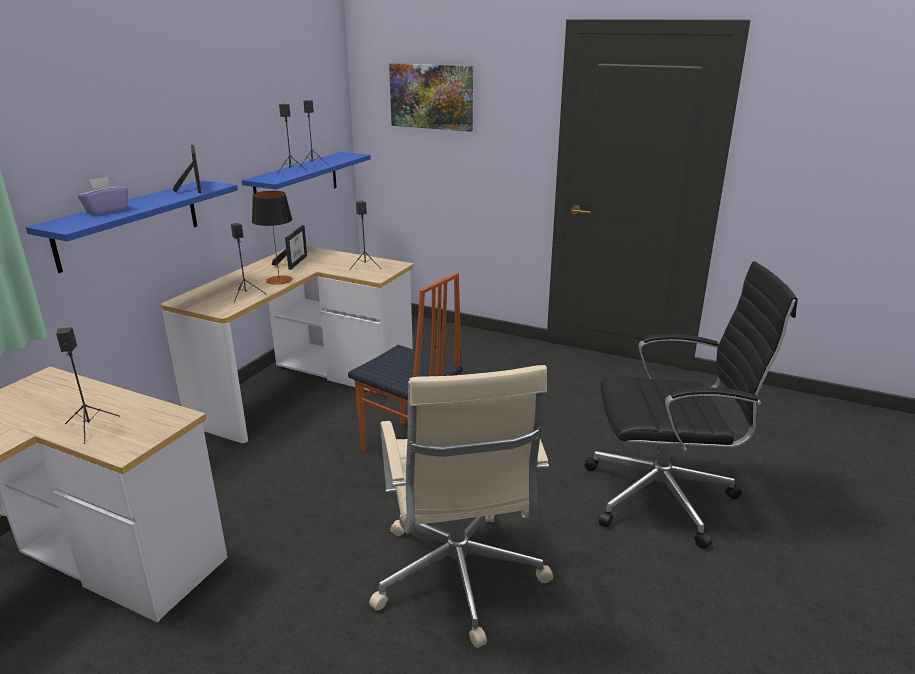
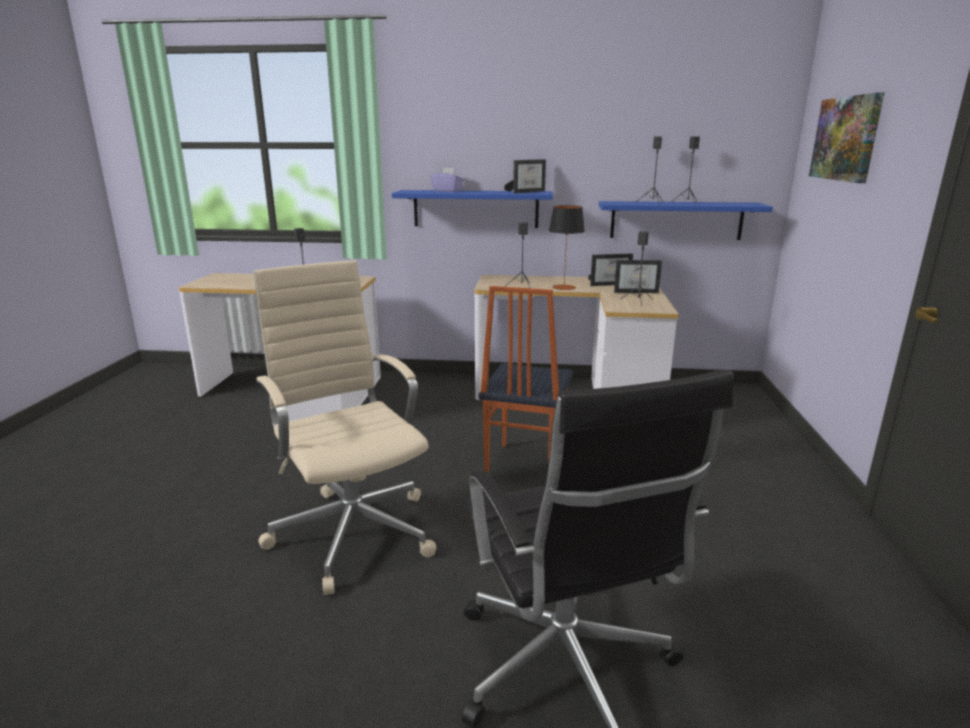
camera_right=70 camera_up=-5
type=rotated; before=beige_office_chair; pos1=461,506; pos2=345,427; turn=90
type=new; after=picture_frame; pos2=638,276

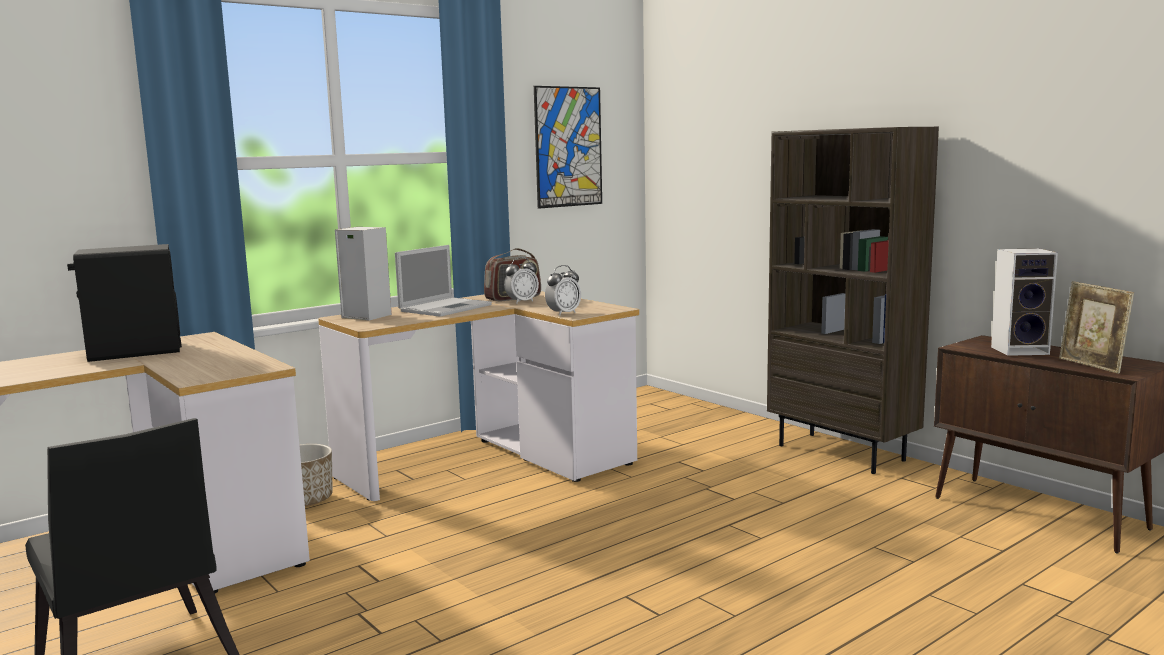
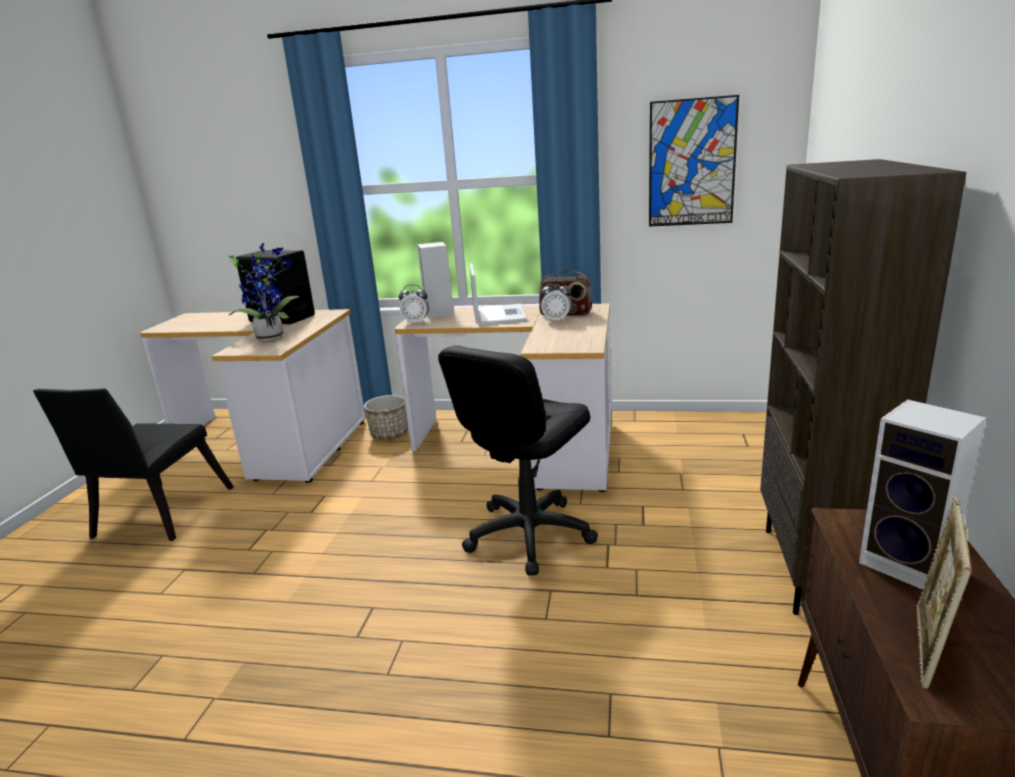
camera_right=50 camera_up=10
type=rotated; before=laptop; pos1=443,281; pos2=498,294; turn=-90
type=shifted; before=alarm_clock; pos1=563,290; pos2=414,304
type=new; after=potted_plant; pos2=263,292
type=new; after=black_office_chair; pos2=518,460

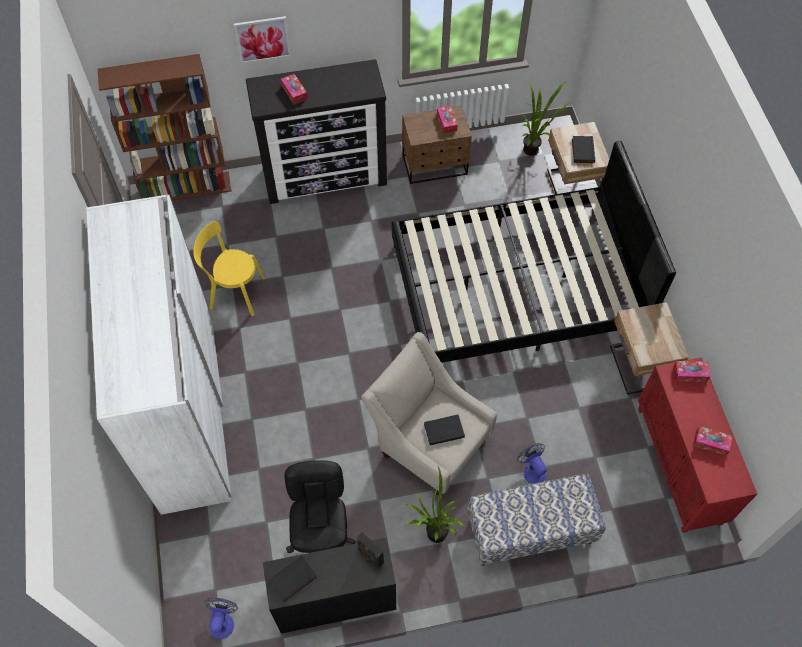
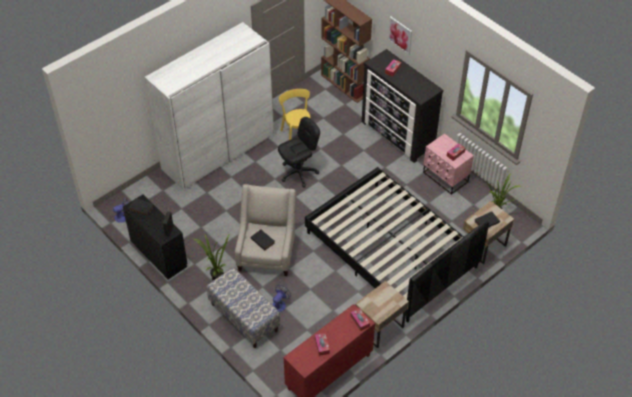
camera_right=60 camera_up=-10
type=repainted; before=brown_nightstand; after=pink_nightstand; pos1=437,145; pos2=448,164
type=shifted; before=black_office_chair; pos1=321,506; pos2=299,152

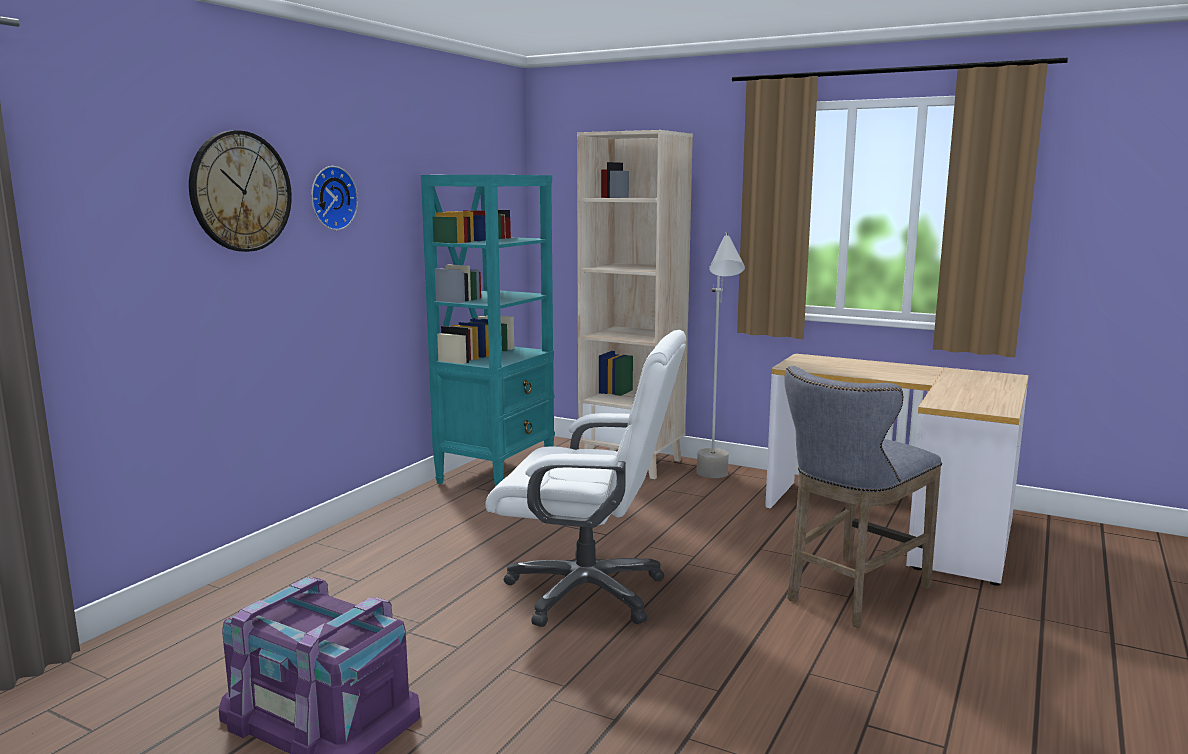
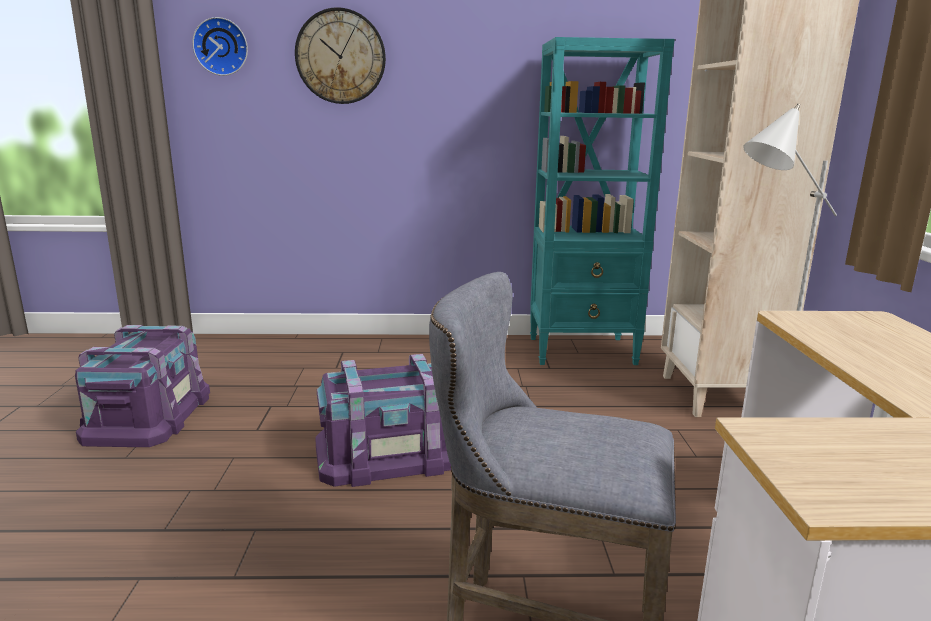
camera_right=60 camera_up=5
type=shifted; before=wall_clock; pos1=334,198; pos2=220,46
type=swapped; before=white_office_chair; after=purple_storage_box; pos1=586,478; pos2=383,420

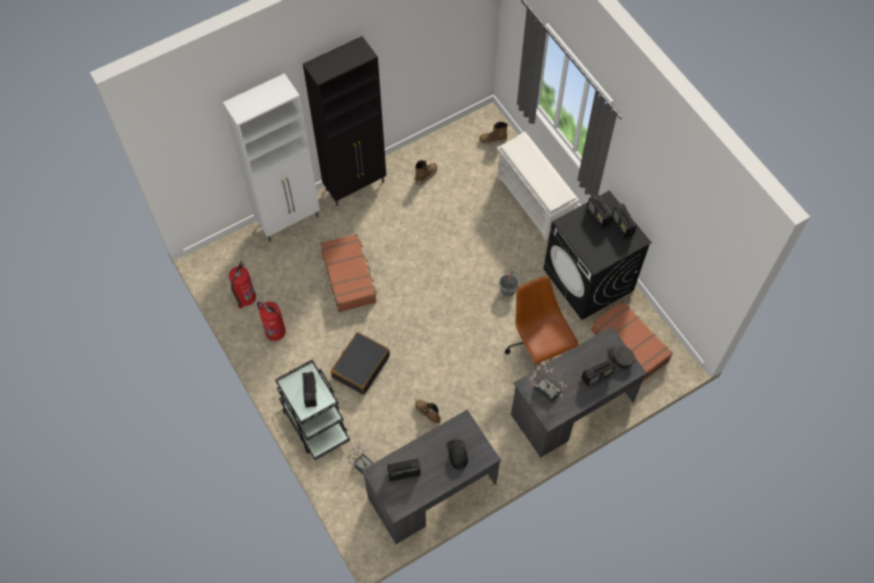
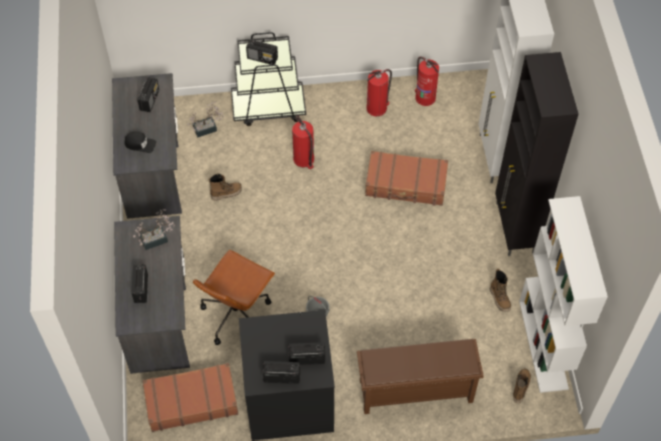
camera_right=115 camera_up=-5
type=repainted; before=white_shoe_rack; after=brown_shoe_rack; pos1=538,186; pos2=420,376
type=rotated; before=brown_office_chair; pos1=542,323; pos2=234,297; turn=120
type=swapped; before=black_suitcase; after=fire_extinguisher; pos1=360,363; pos2=303,141
type=gone; before=grey_cap; pos1=621,357
type=new; after=white_bookcase; pos2=563,294

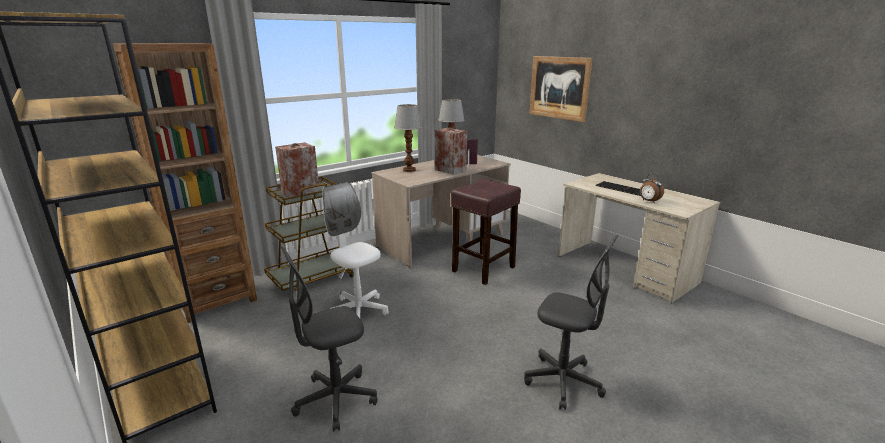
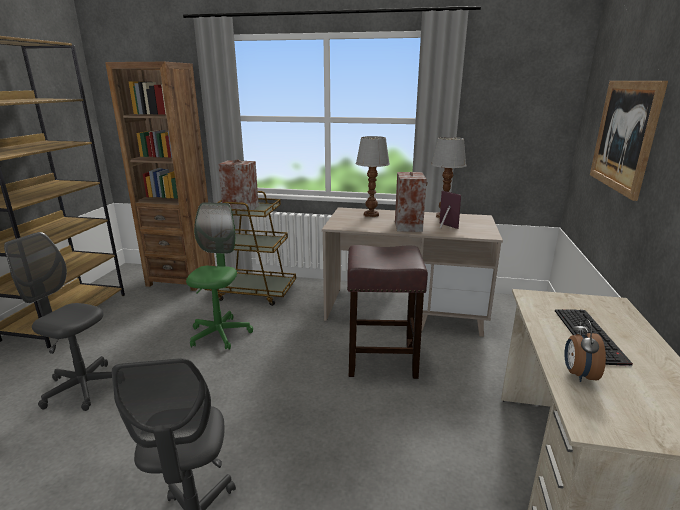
camera_right=50 camera_up=0
type=repainted; before=white_office_chair; after=green_office_chair; pos1=355,250; pos2=219,276

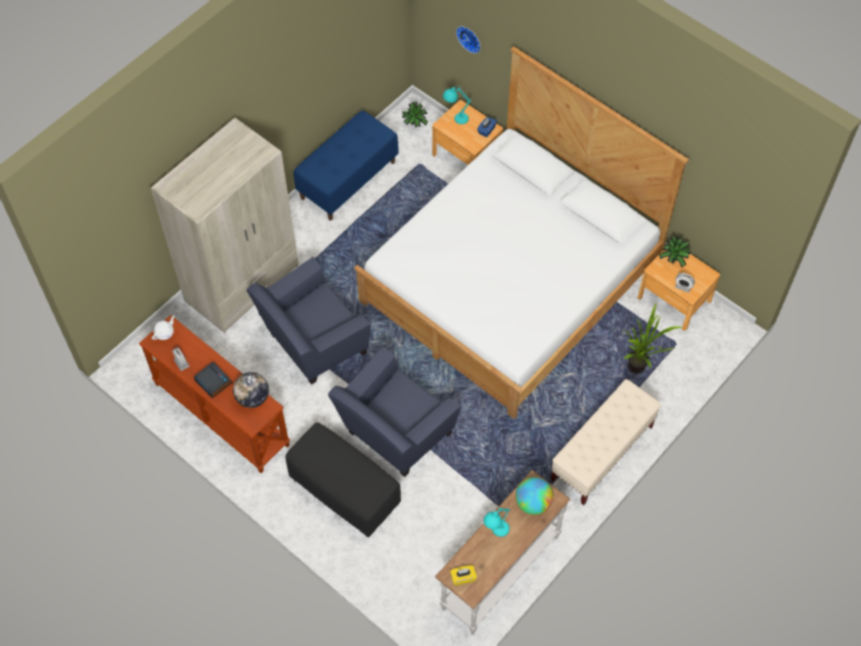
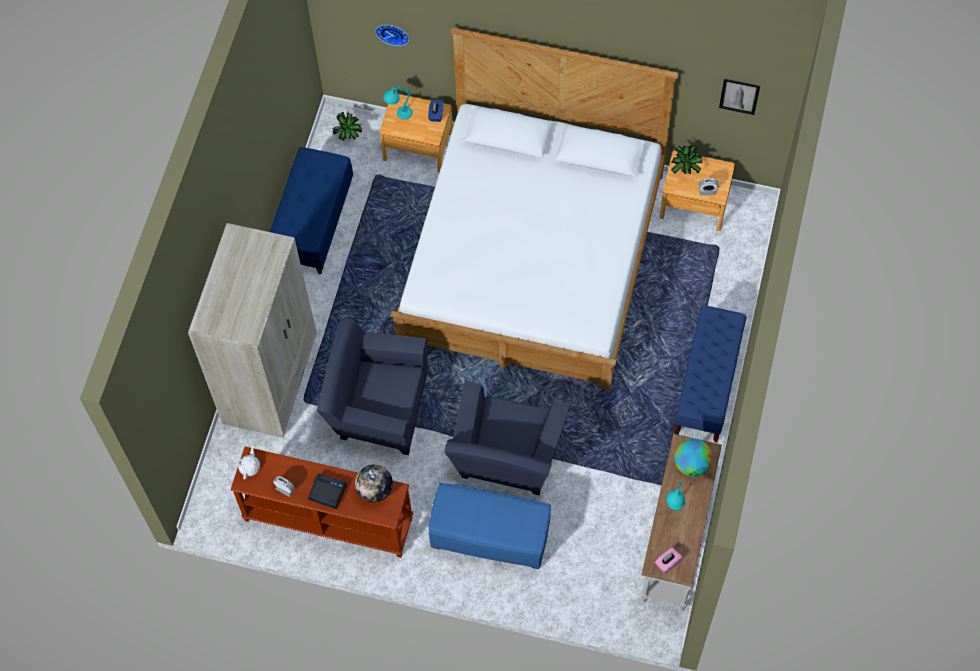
camera_right=-25 camera_up=5
type=rotated; before=blue_armchair; pos1=309,321; pos2=372,386; turn=75
type=gone; before=potted_plant; pos1=653,338
type=repainted; before=beige_bench; after=blue_bench; pos1=606,442; pos2=711,374
type=repainted; before=black_ottoman; after=blue_ottoman; pos1=343,480; pos2=489,526
type=repainted; before=yellow_tissue_box; after=pink_tissue_box; pos1=463,575; pos2=669,560
type=new; after=picture; pos2=739,97

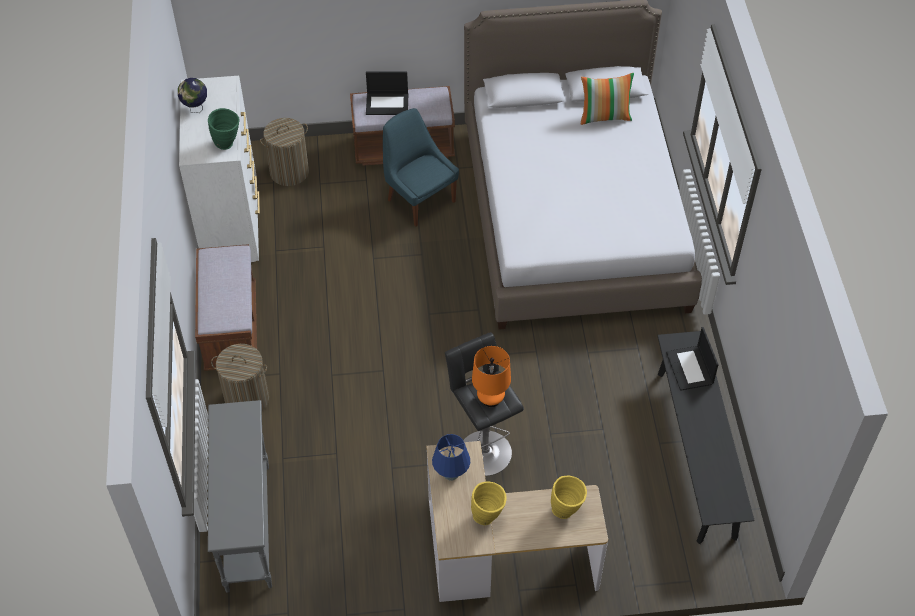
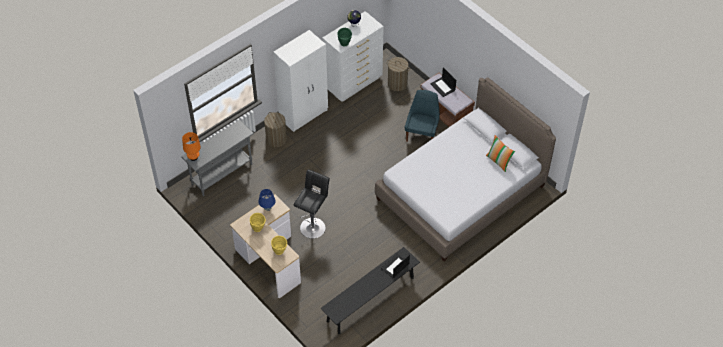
camera_right=55 camera_up=0
type=swapped; before=brown_bench; after=white_wardrobe; pos1=226,307; pos2=300,81
type=shifted; before=orange_table_lamp; pos1=491,376; pos2=191,146

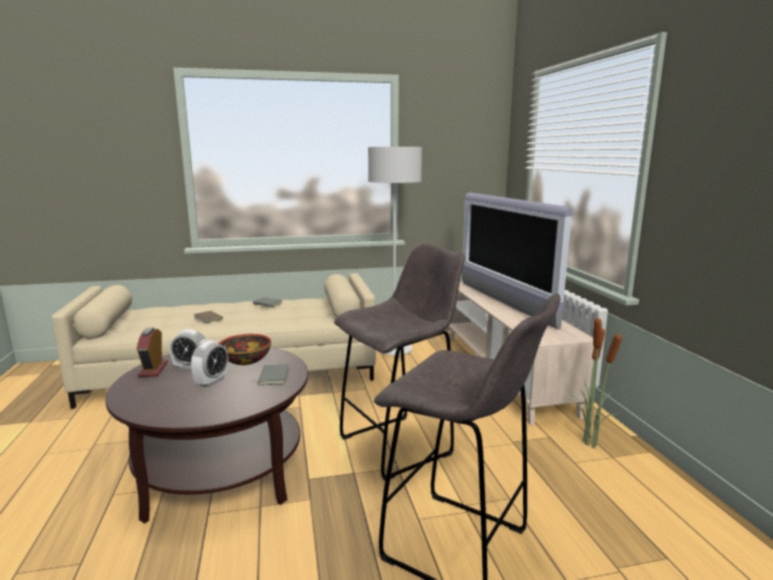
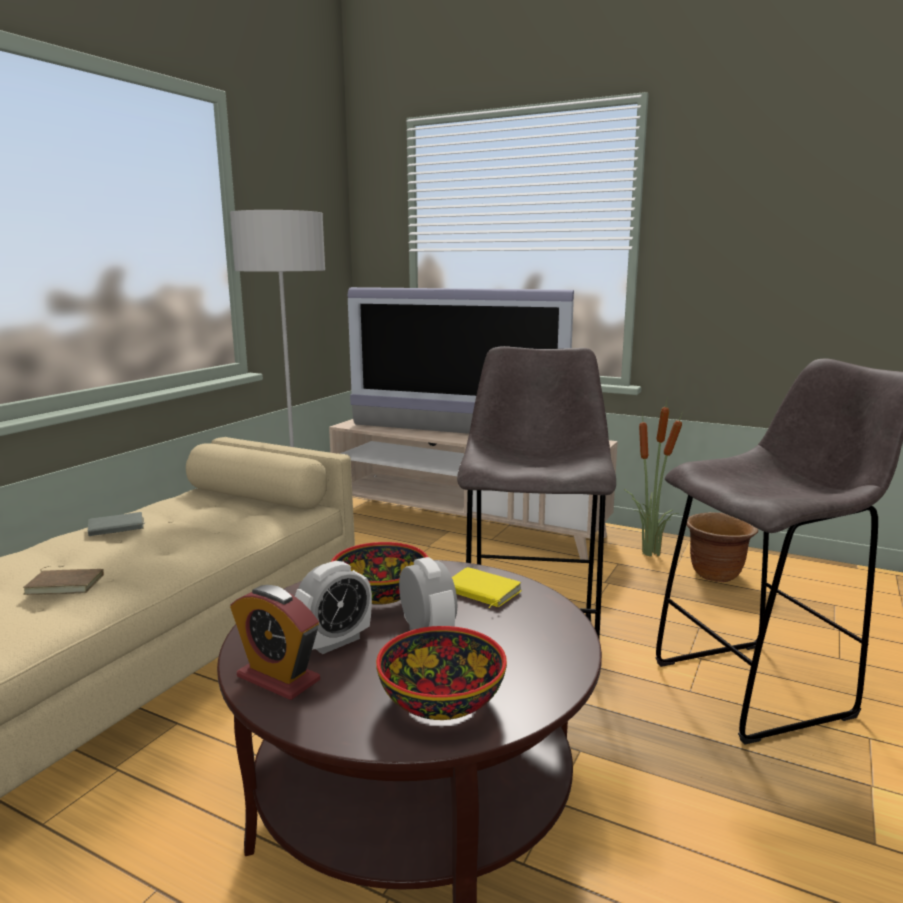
camera_right=-50 camera_up=0
type=repainted; before=grey_book; after=yellow_book; pos1=269,374; pos2=487,587
type=new; after=brown_planter; pos2=722,547
type=new; after=bowl; pos2=441,673

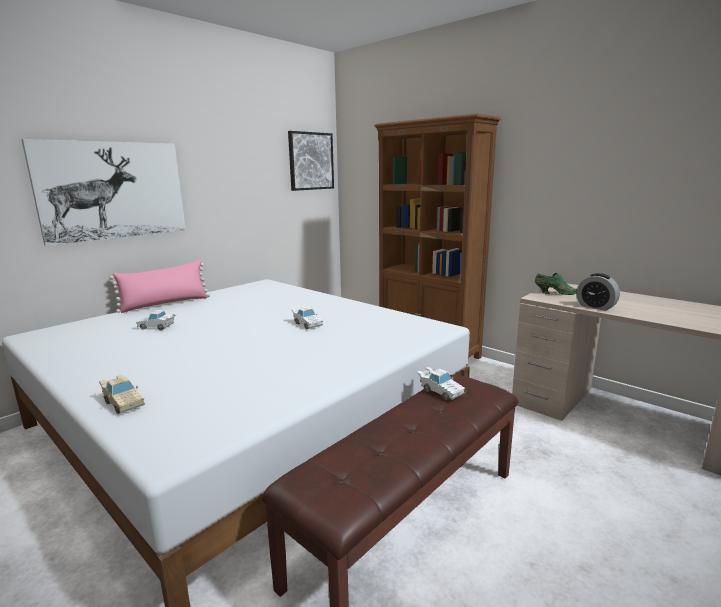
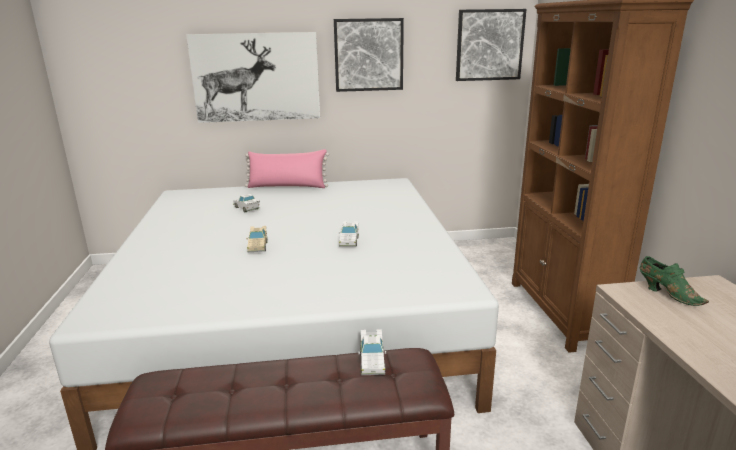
camera_right=40 camera_up=5
type=gone; before=alarm_clock; pos1=598,292
type=shifted; before=beige_toy_car; pos1=122,394; pos2=256,239
type=new; after=picture; pos2=369,55

